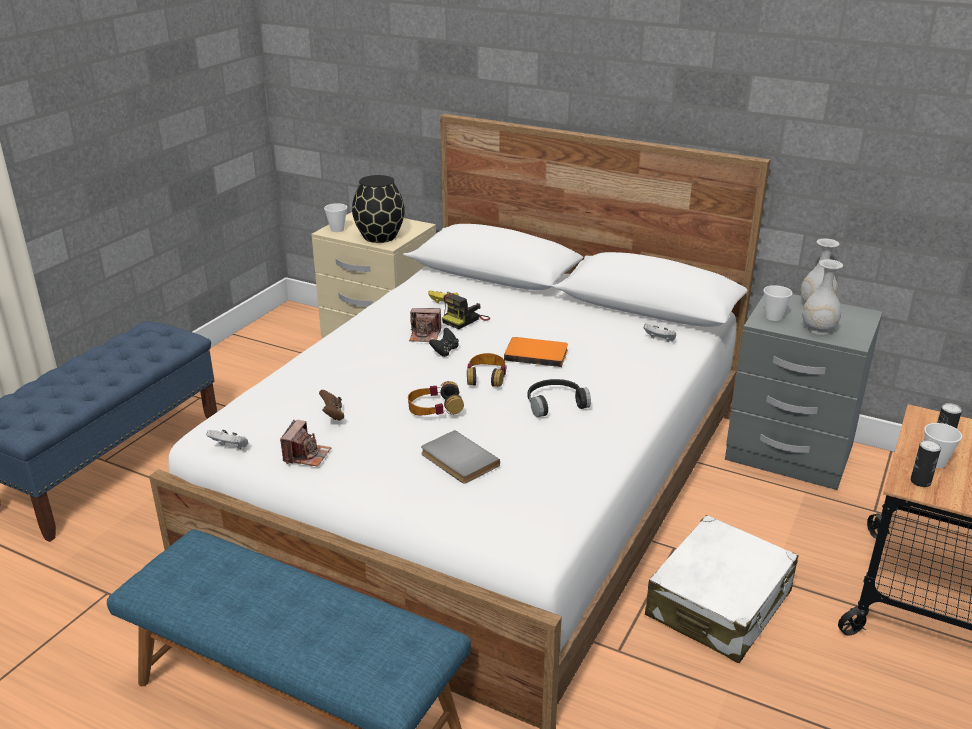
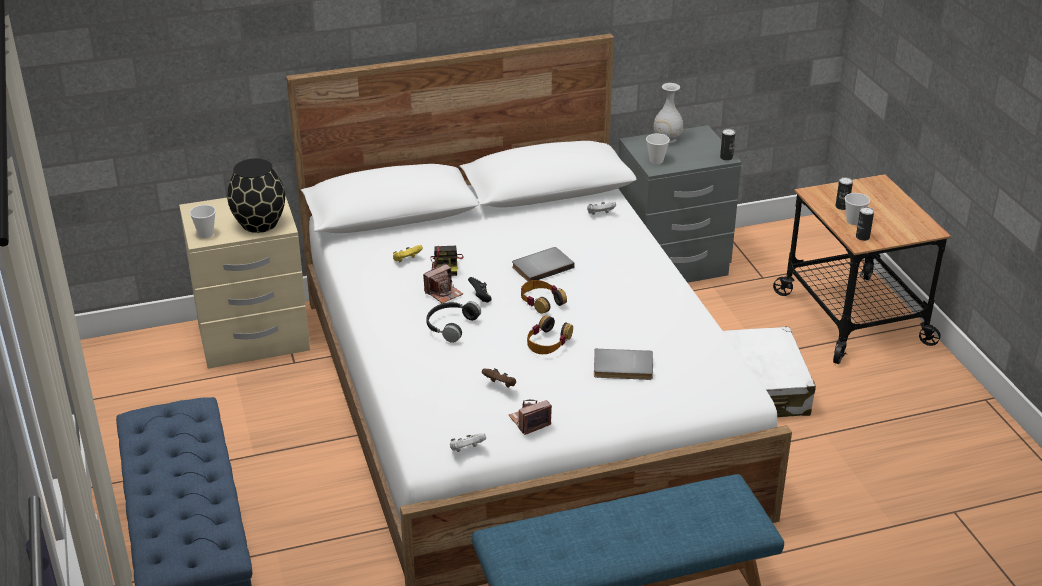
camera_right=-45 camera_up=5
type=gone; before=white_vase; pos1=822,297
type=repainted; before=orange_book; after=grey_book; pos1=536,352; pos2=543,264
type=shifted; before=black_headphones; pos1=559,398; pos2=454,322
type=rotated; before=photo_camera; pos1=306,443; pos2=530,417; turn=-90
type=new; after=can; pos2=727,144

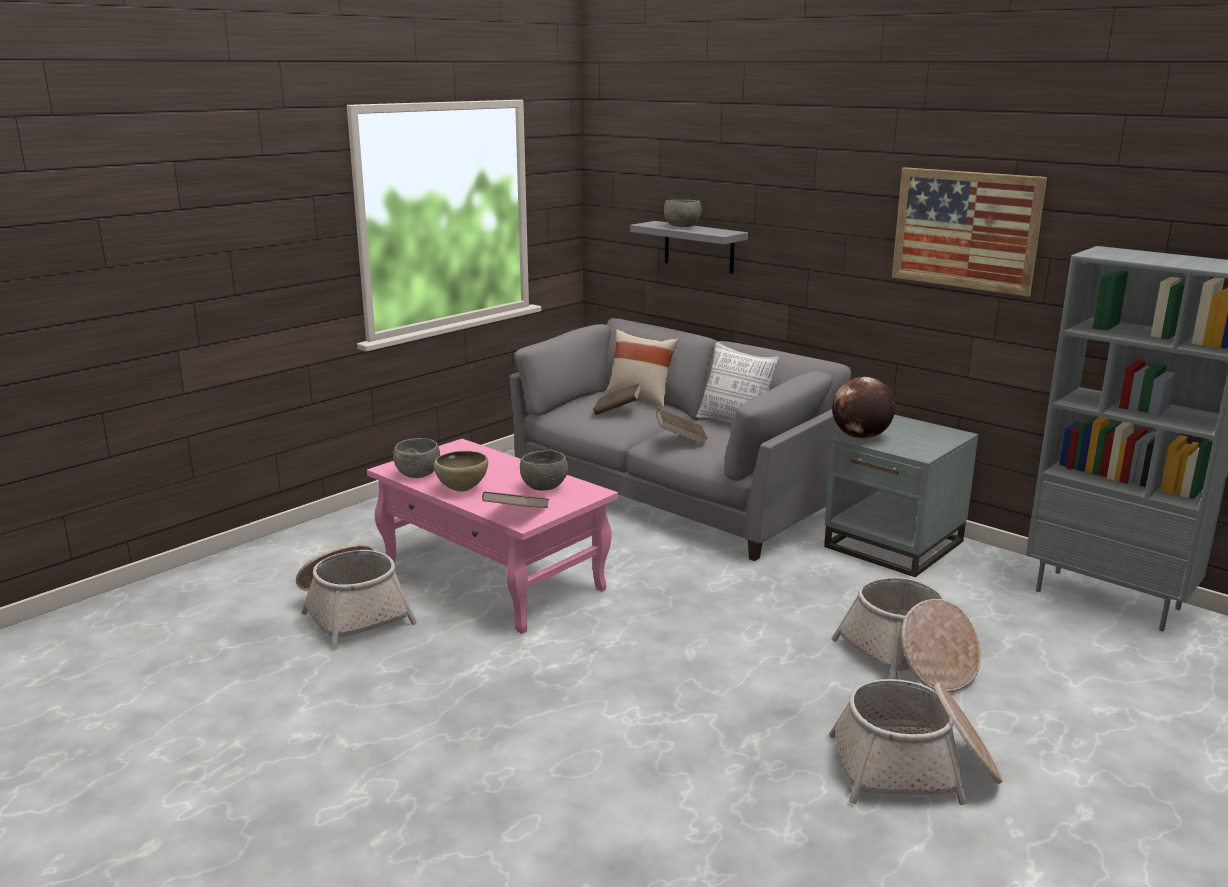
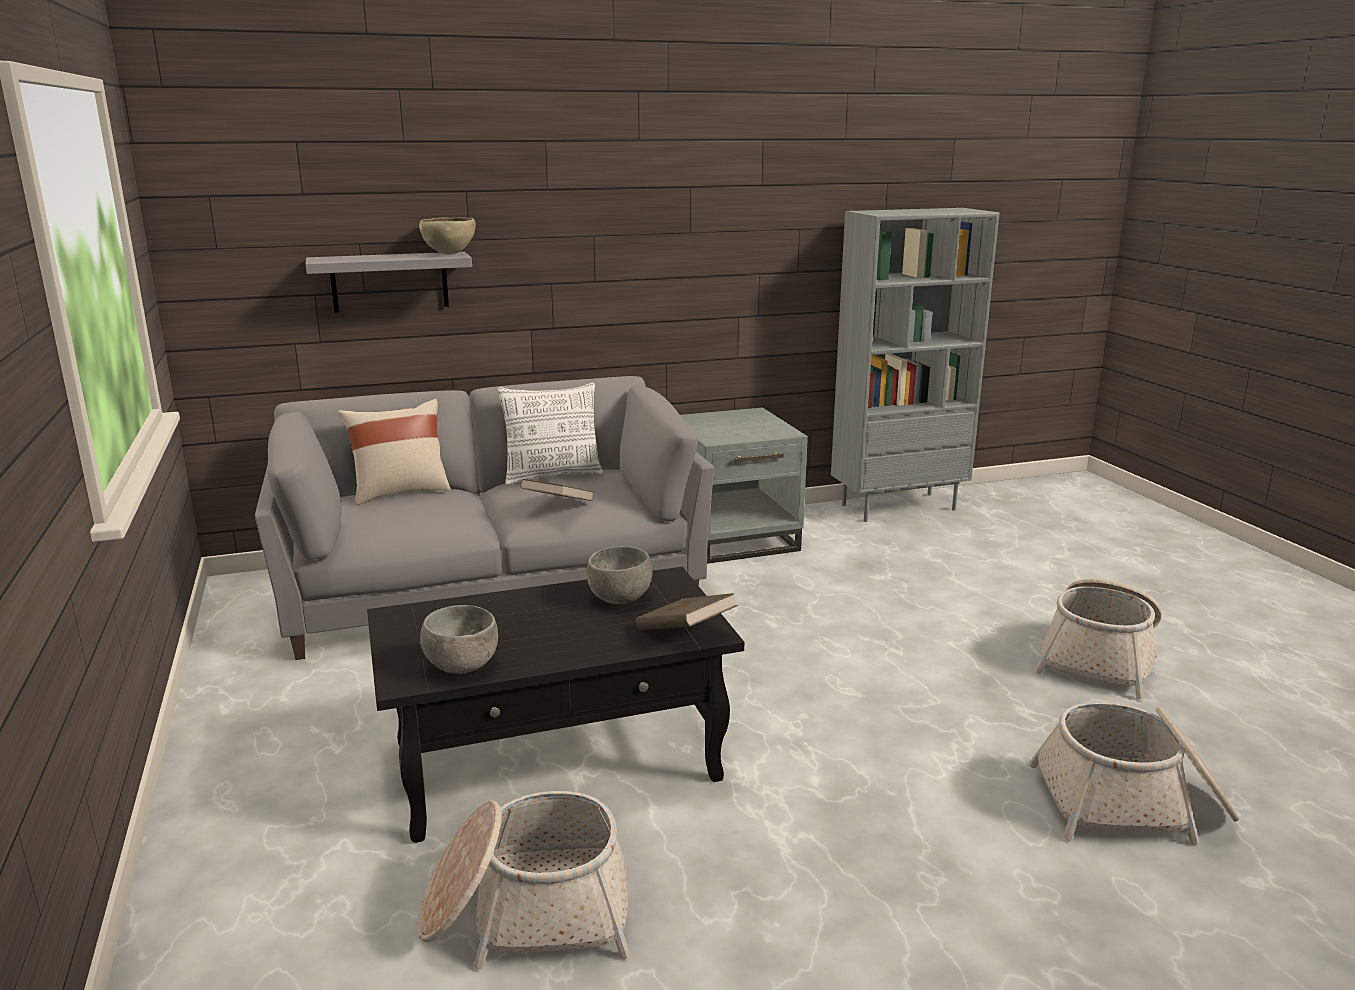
camera_right=-60 camera_up=0
type=gone; before=picture; pos1=969,232
type=gone; before=grey_bowl; pos1=682,213
type=gone; before=globe; pos1=863,408
type=gone; before=brown_book; pos1=617,399
type=repainted; before=pink_coffee_table; after=black_coffee_table; pos1=492,536; pos2=555,705
type=shifted; before=brown_bowl; pos1=461,471; pos2=447,236
type=shifted; before=basket; pos1=906,635; pos2=1134,773

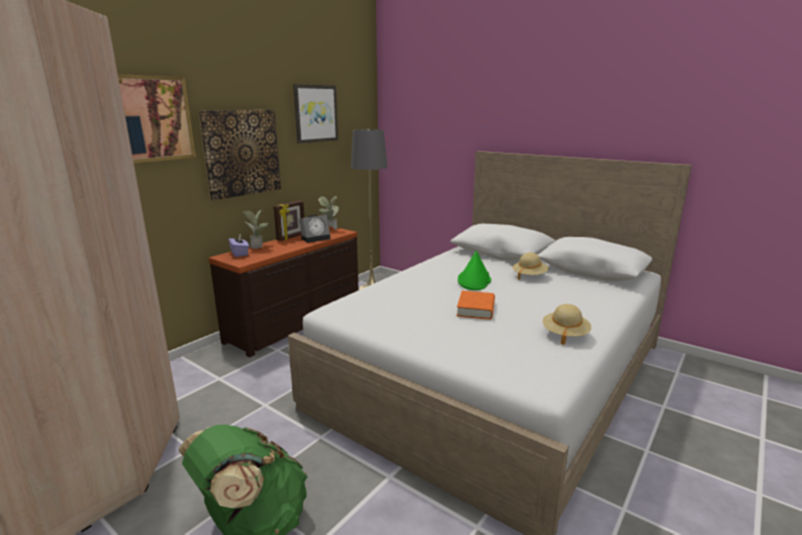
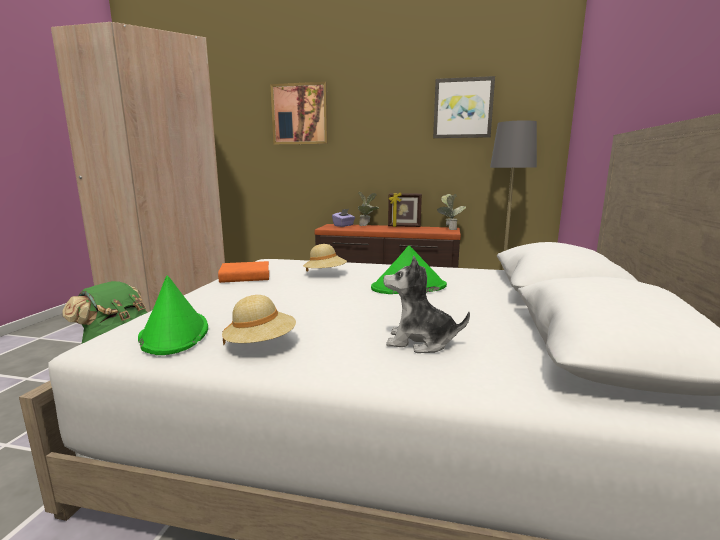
camera_right=65 camera_up=-5
type=gone; before=picture; pos1=239,155
type=gone; before=alarm_clock; pos1=315,229
type=shifted; before=beige_hat; pos1=530,266; pos2=325,257
type=shifted; before=orange_book; pos1=476,305; pos2=243,272
type=new; after=plush_toy; pos2=426,304
type=new; after=green_hat; pos2=173,315

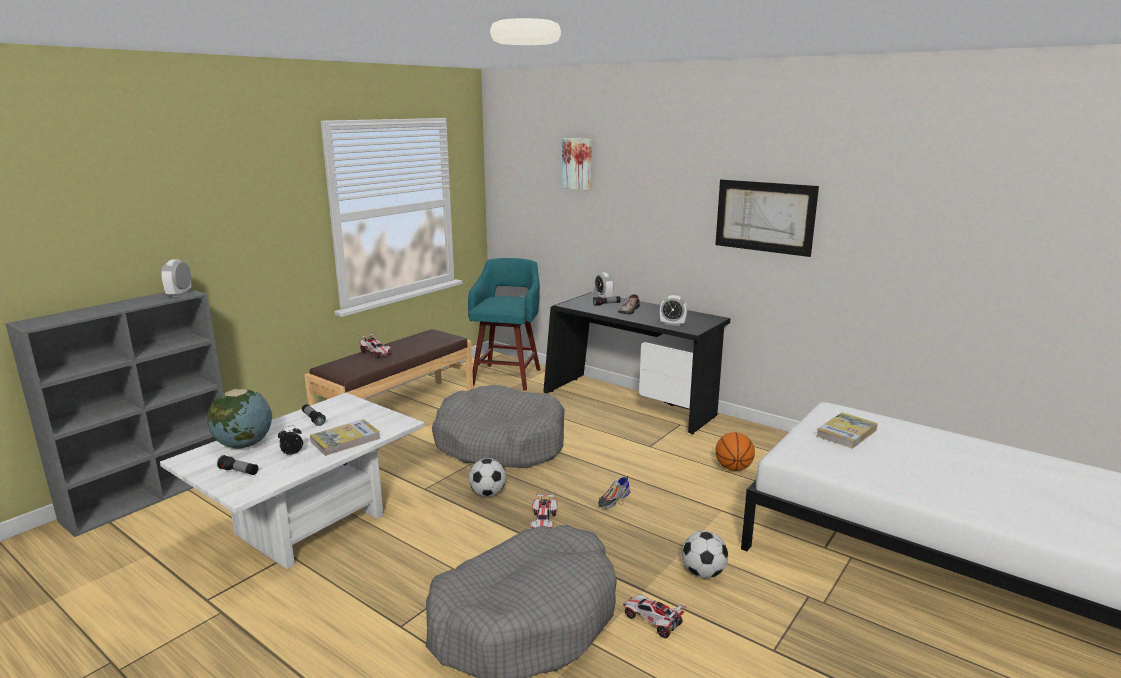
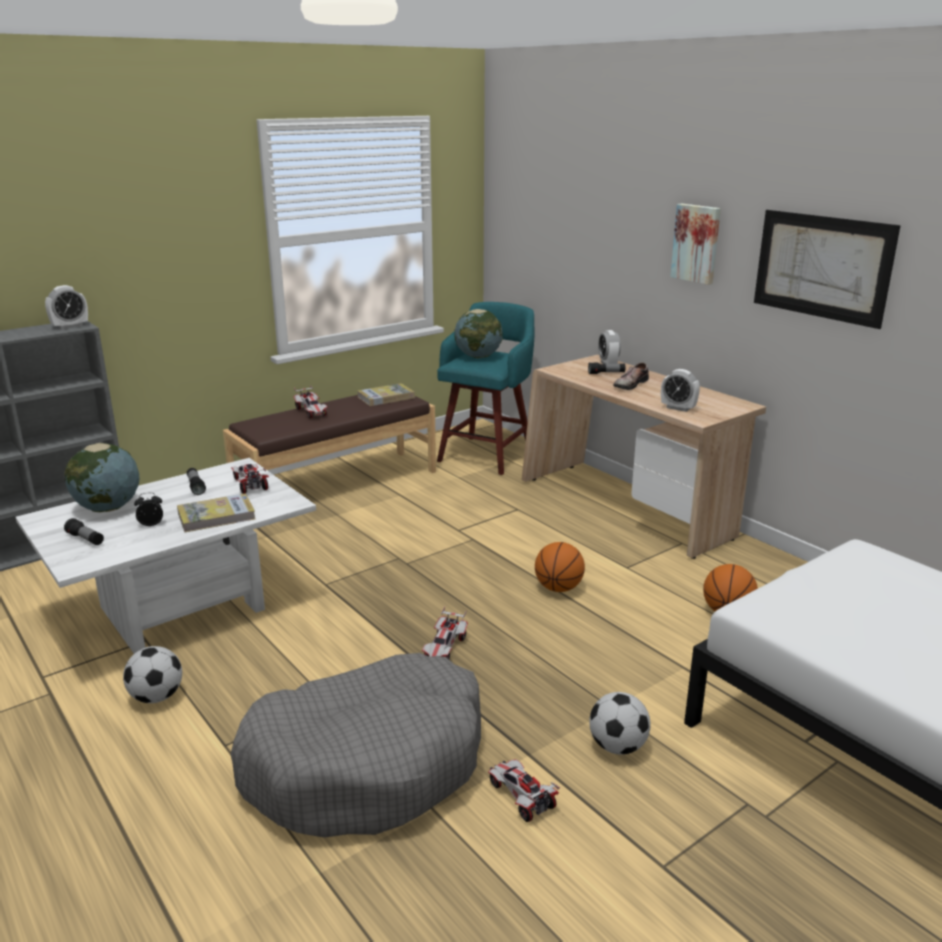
camera_right=15 camera_up=5
type=shifted; before=picture; pos1=577,164; pos2=695,244
type=rotated; before=alarm_clock; pos1=176,278; pos2=66,307; turn=-150
type=repainted; before=black_desk; after=beige_desk; pos1=636,363; pos2=644,457
type=gone; before=grey_dog_bed; pos1=498,426
type=shifted; before=book; pos1=847,430; pos2=386,394
type=shifted; before=football; pos1=487,477; pos2=152,674
type=gone; before=shoe; pos1=614,492
type=new; after=globe; pos2=478,333
type=new; after=toy_car; pos2=250,479
type=new; after=basketball; pos2=560,567

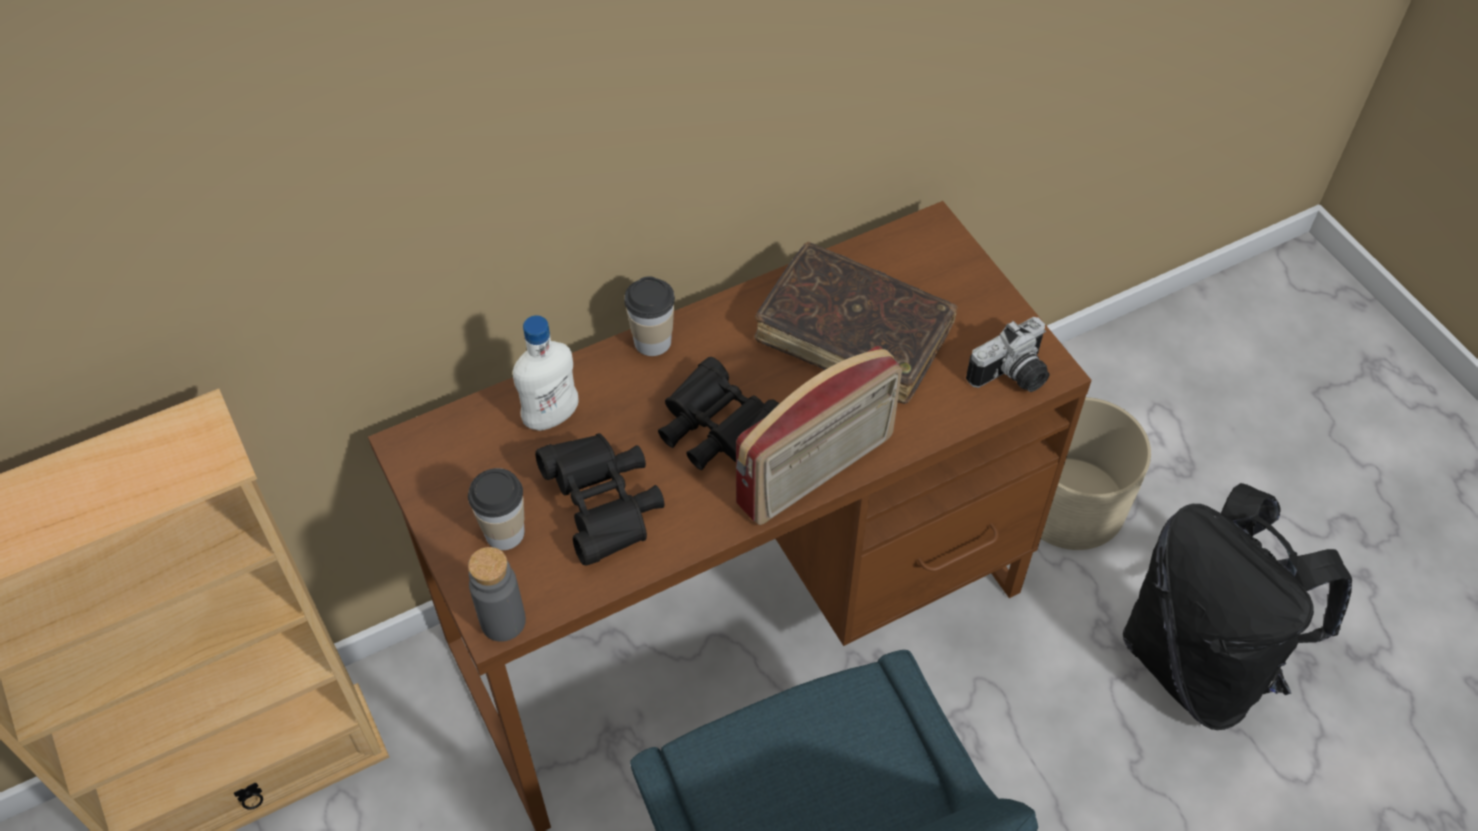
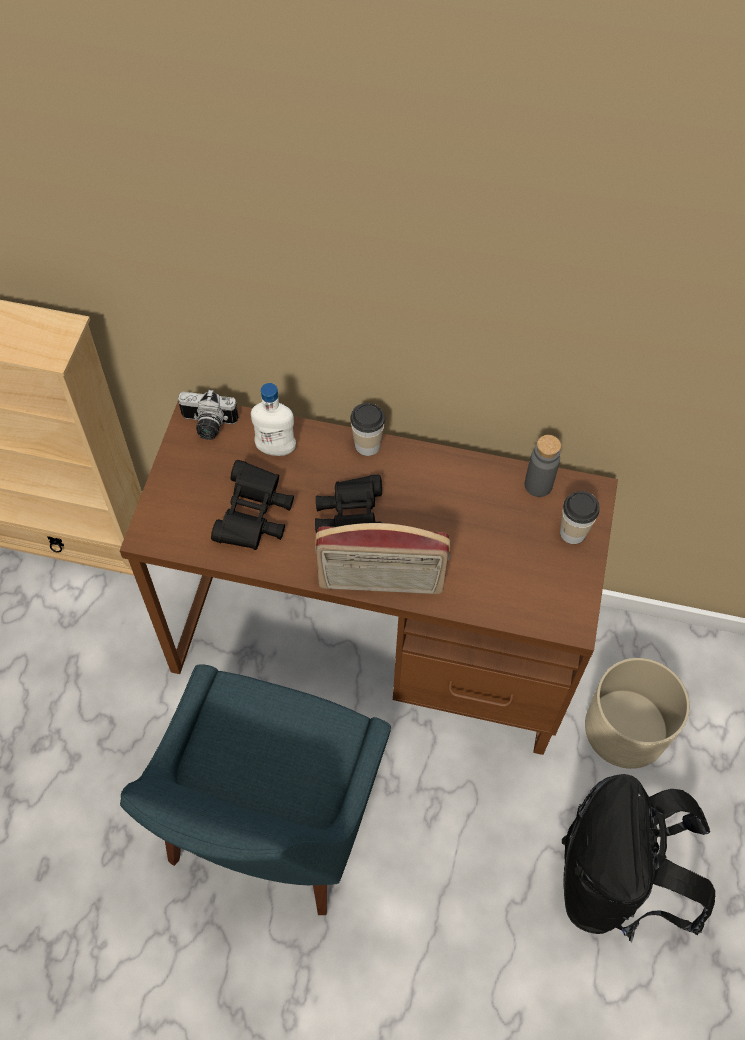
camera_right=40 camera_up=5
type=gone; before=brown_book; pos1=856,323
type=shifted; before=photo_camera; pos1=1008,354; pos2=208,414
type=shifted; before=cup; pos1=496,509; pos2=580,517
type=shifted; before=grey_bottle; pos1=497,594; pos2=543,466

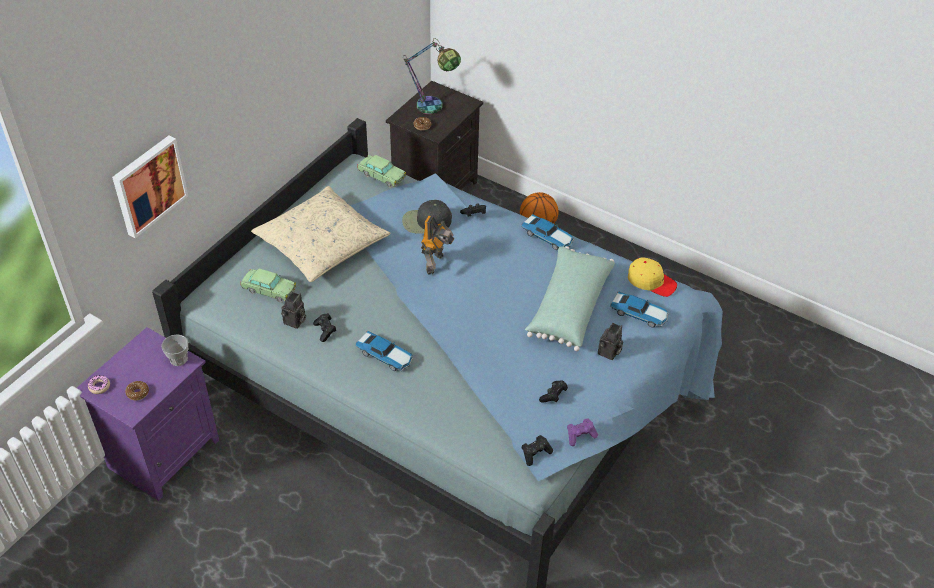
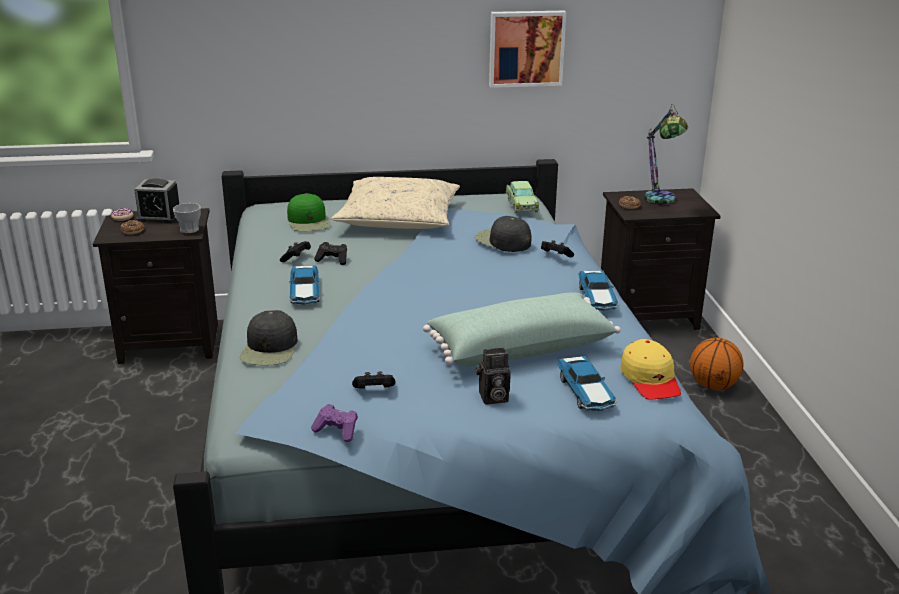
camera_right=50 camera_up=-20
type=shifted; before=picture; pos1=150,187; pos2=527,49
type=gone; before=toy_robot; pos1=437,245
type=swapped; before=toy_car; after=green_cap; pos1=268,285; pos2=309,212
type=gone; before=photo_camera; pos1=293,310
type=repainted; before=purple_nightstand; after=black_nightstand; pos1=148,414; pos2=155,286
type=shifted; before=black_game_controller; pos1=537,450; pos2=330,253
type=new; after=alarm_clock; pos2=156,201
type=new; after=black_cap; pos2=269,337

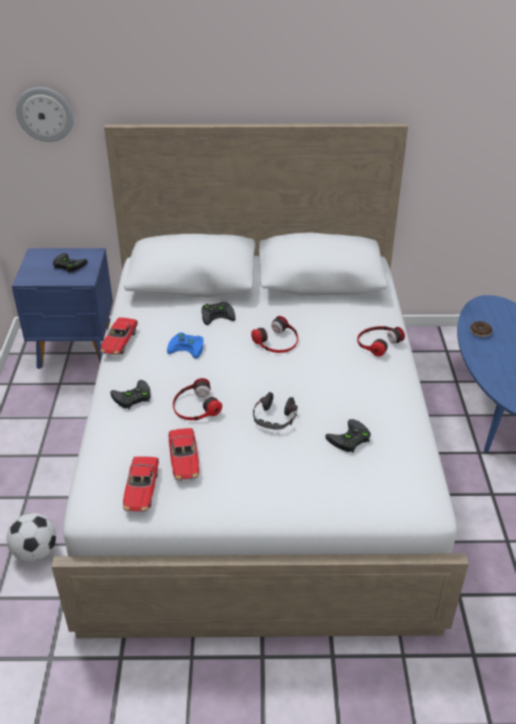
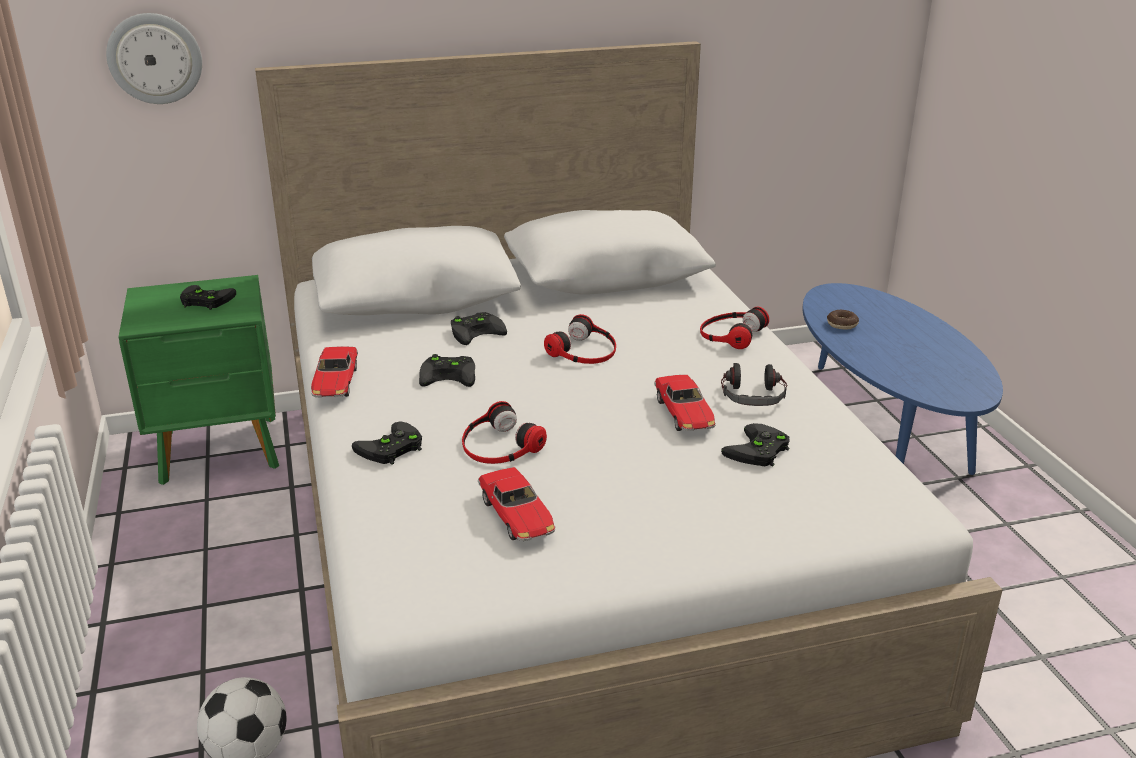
camera_right=-15 camera_up=-10
type=repainted; before=blue_nightstand; after=green_nightstand; pos1=62,308; pos2=198,380
type=repainted; before=blue_game_controller; after=black_game_controller; pos1=185,345; pos2=447,370
type=shifted; before=headphones; pos1=275,411; pos2=754,384
type=shifted; before=toy_car; pos1=141,484; pos2=685,403

